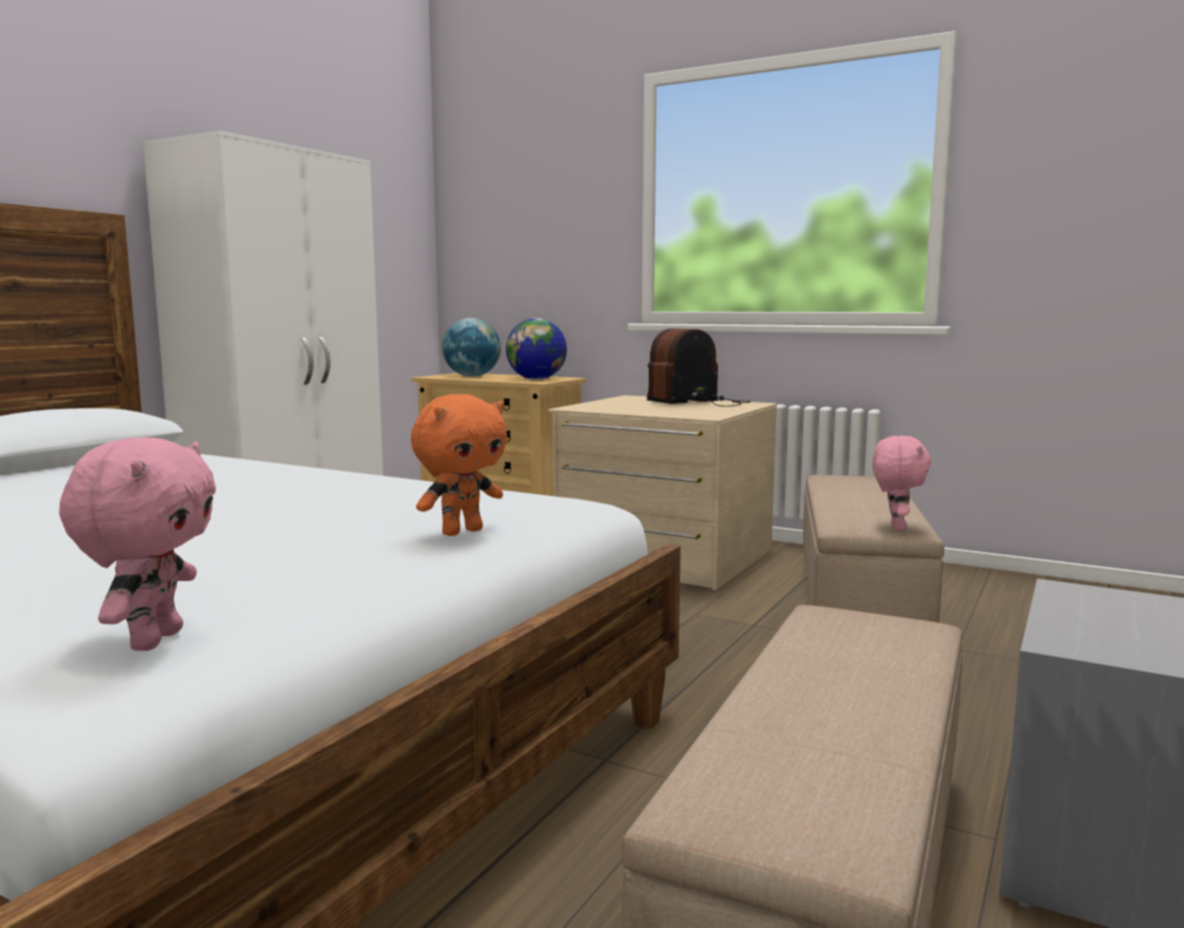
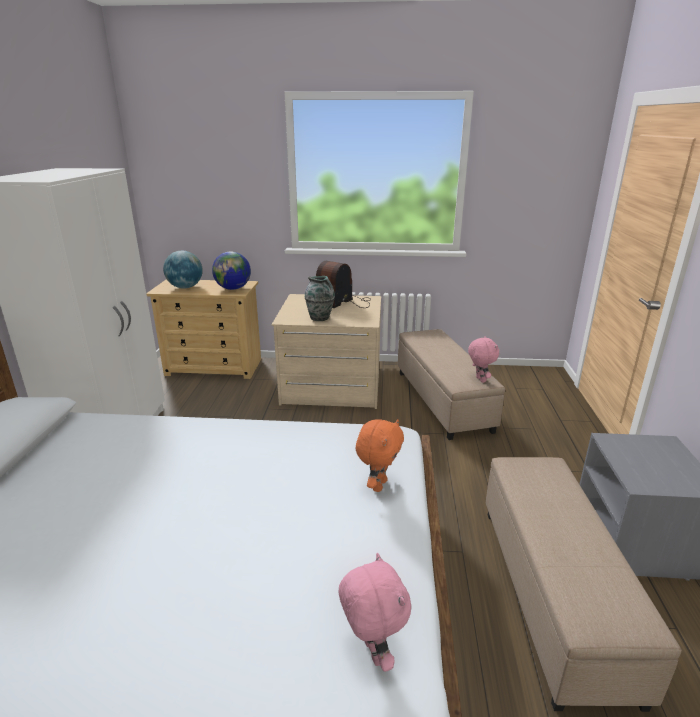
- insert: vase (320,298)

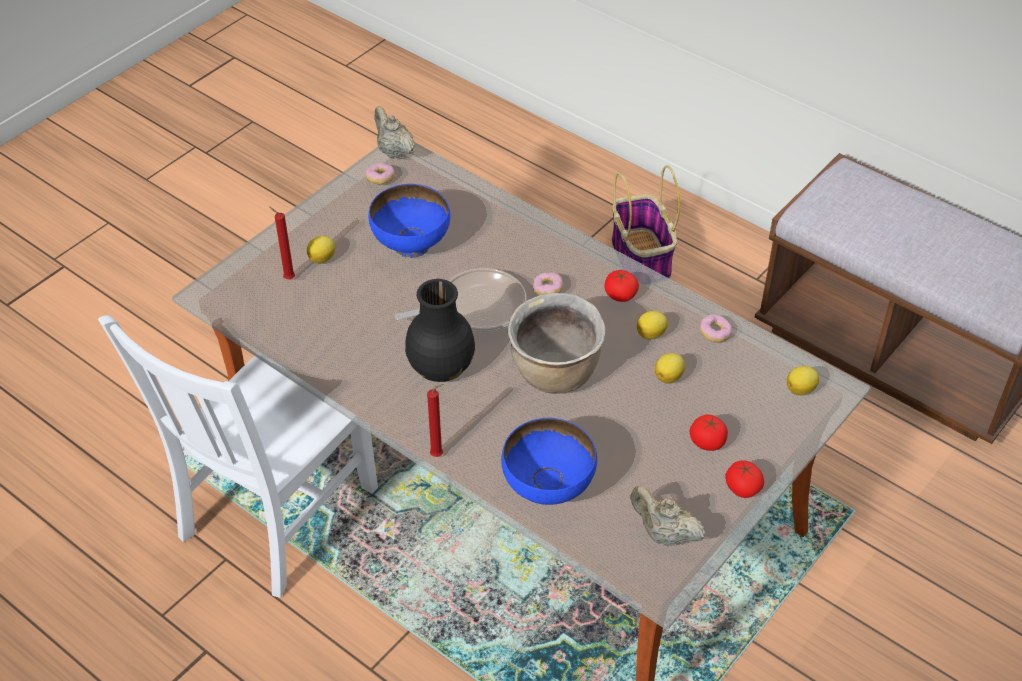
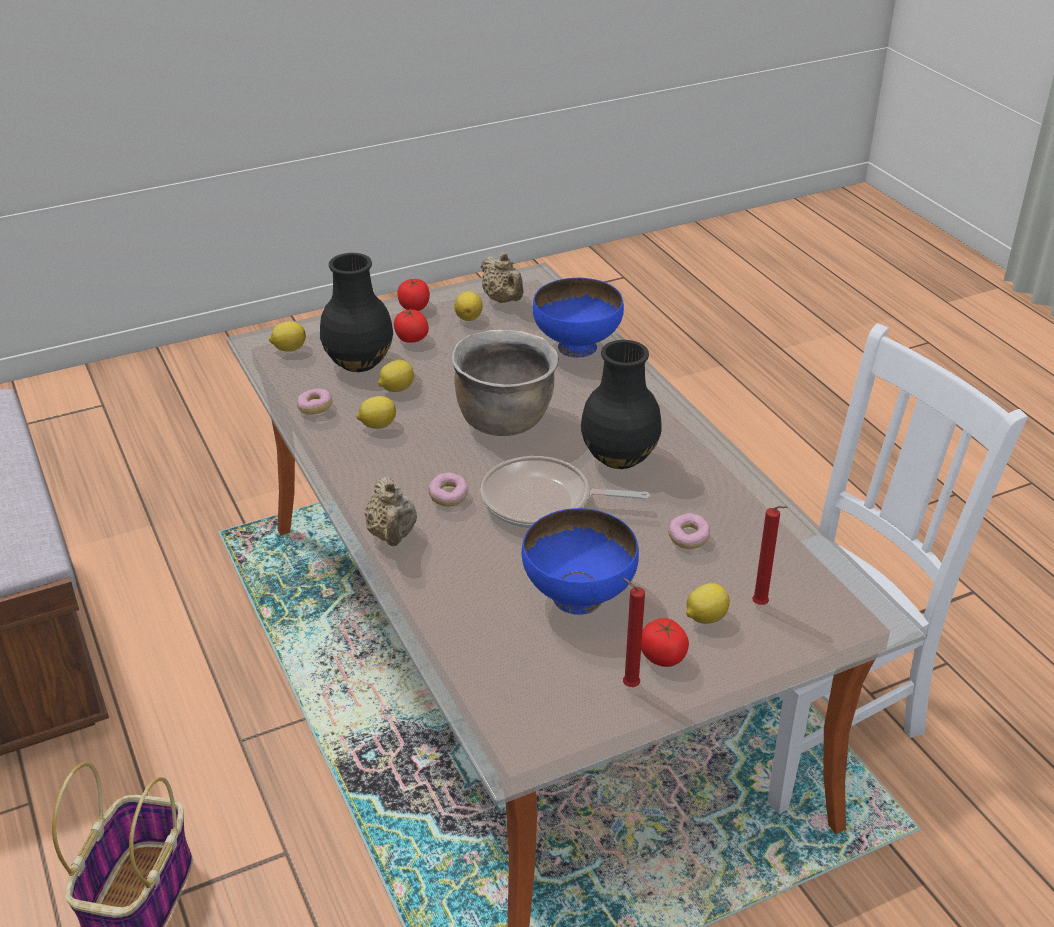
- move: teapot (beige) (394,132) to (390,511)
- move: donut (380,173) to (689,531)
- move: tomato (621,286) to (665,642)
- move: candle (red) (435,420) to (634,632)
- insert: vase (black) (356,312)
- insert: lemon (468,306)

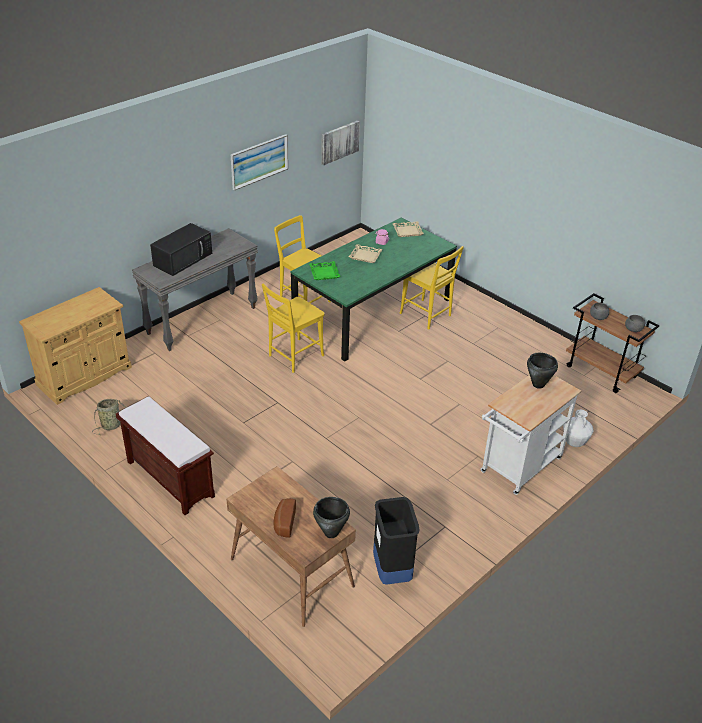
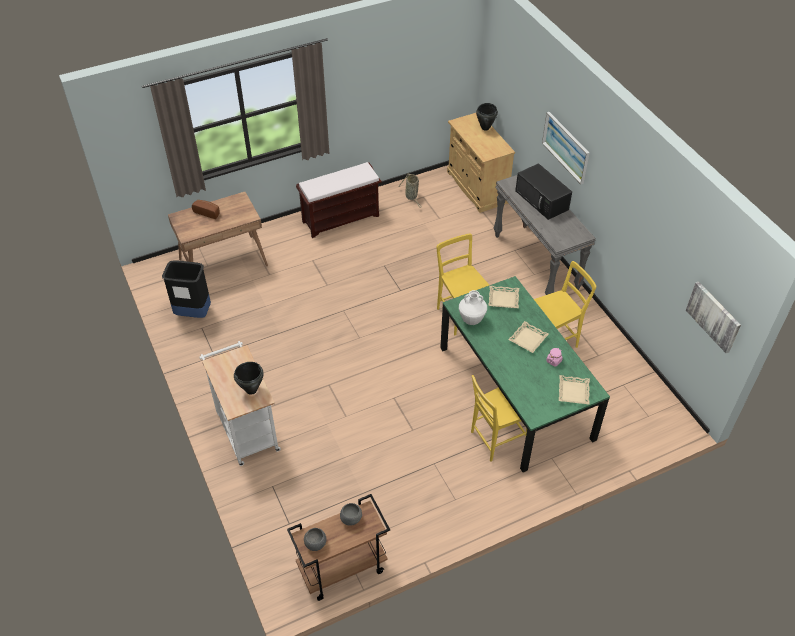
- move: picture (259,162) to (565,148)
- recolor: tray (green) (325,270) to tray (beige) (503,297)
- move: vase (white) (578,428) to (473,307)
- move: cooking pot (black) (331,517) to (487,116)

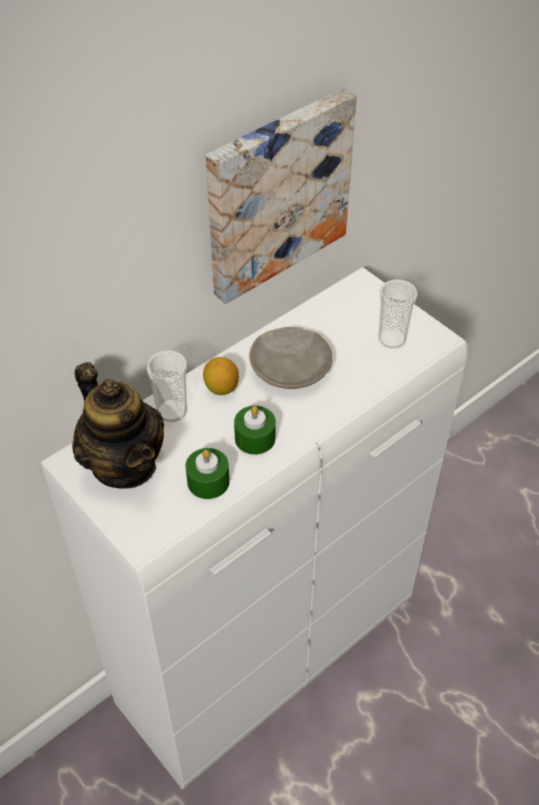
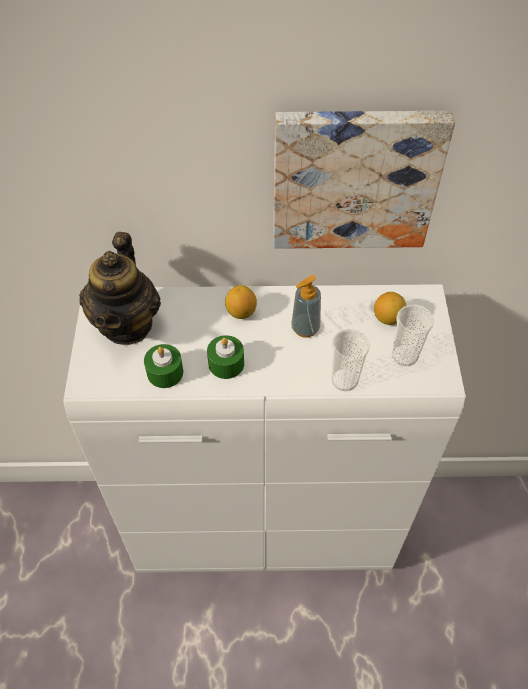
- replace: plate (beige) (291,358) to soap dispenser (306,306)
- move: cup (166,386) to (350,360)
- insert: lemon (390,308)

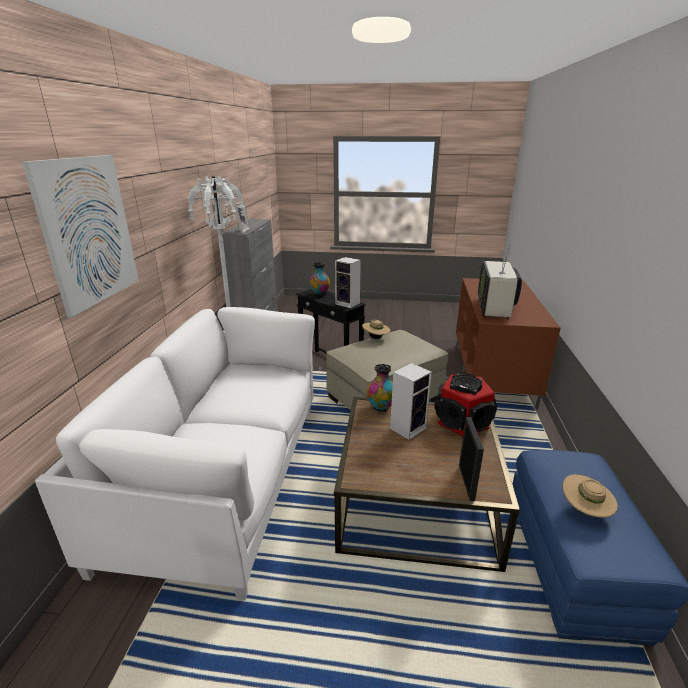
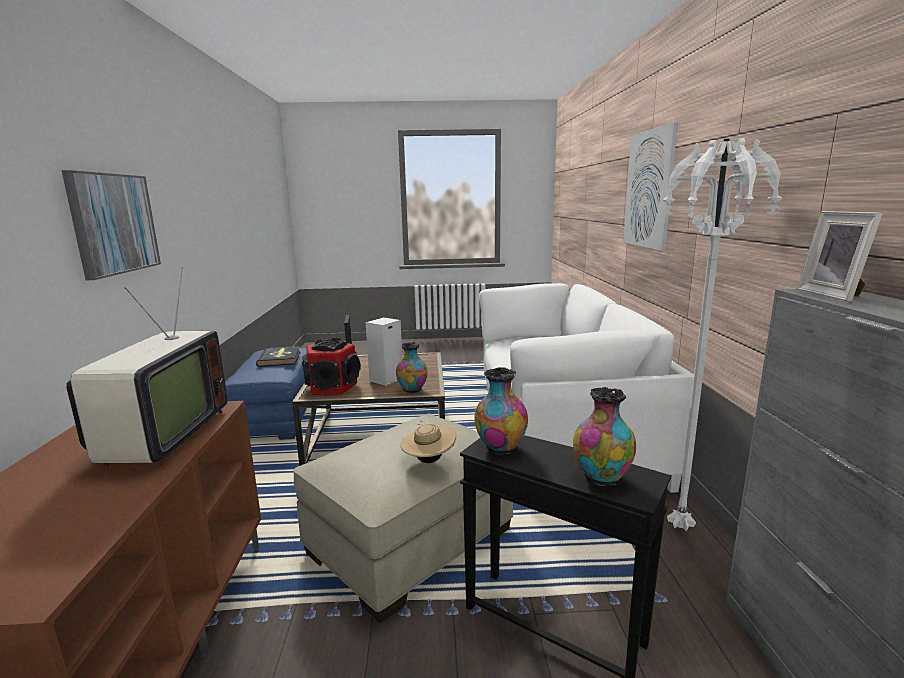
- replace: speaker (348,282) to vase (501,411)
- replace: hat (beige) (590,496) to book (278,356)
- insert: picture (111,225)

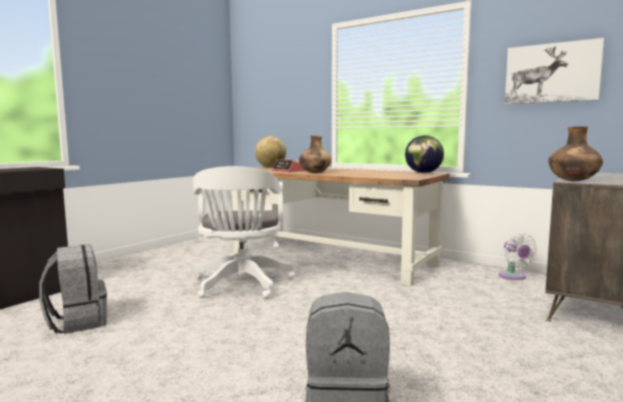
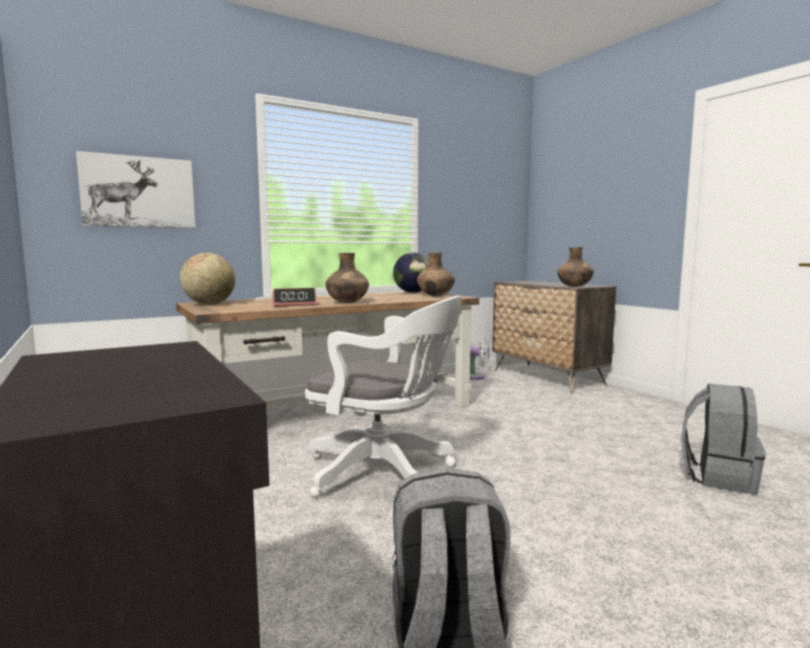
- move: picture (554,71) to (135,189)
- insert: vase (brown) (436,274)

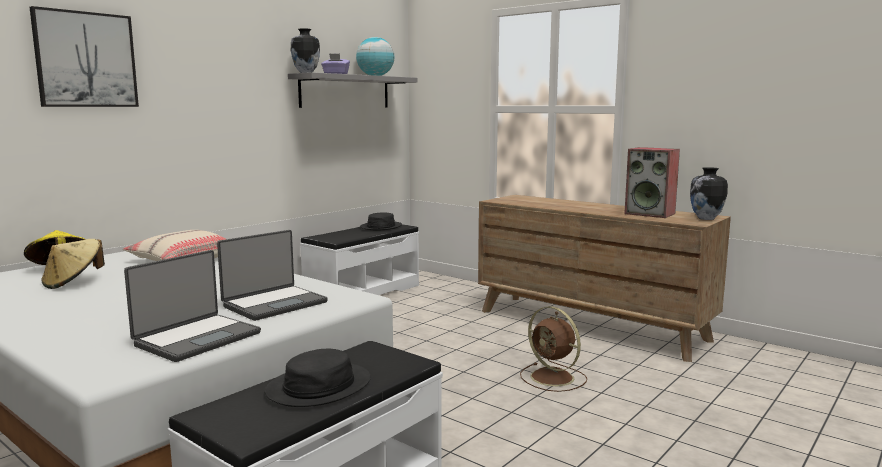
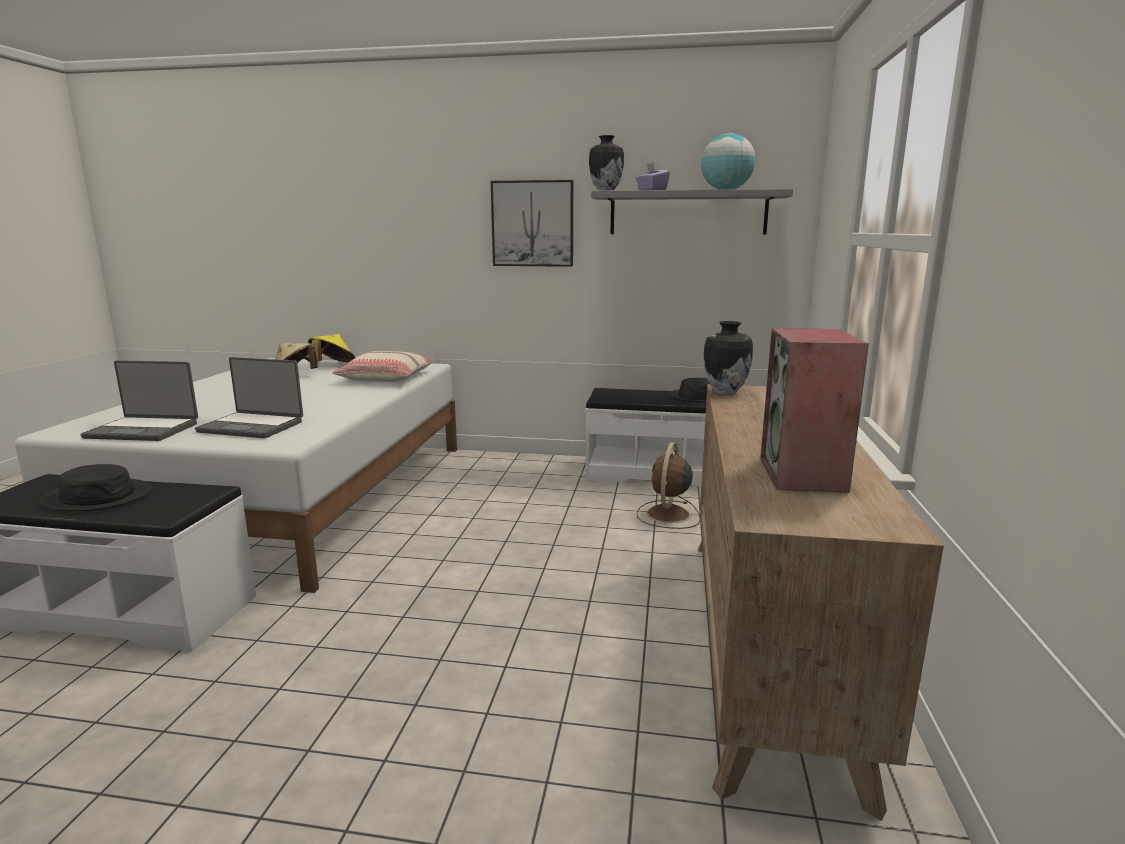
- move: picture (84,56) to (532,223)
- move: vase (709,193) to (728,358)
- move: fan (brown) (553,349) to (668,485)

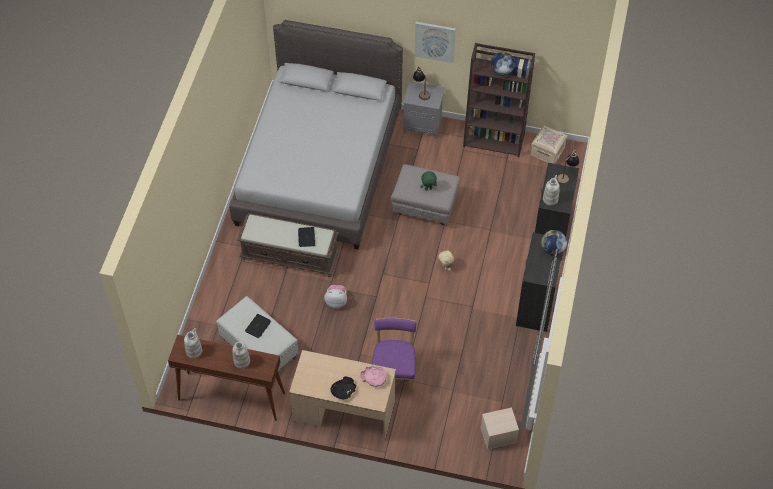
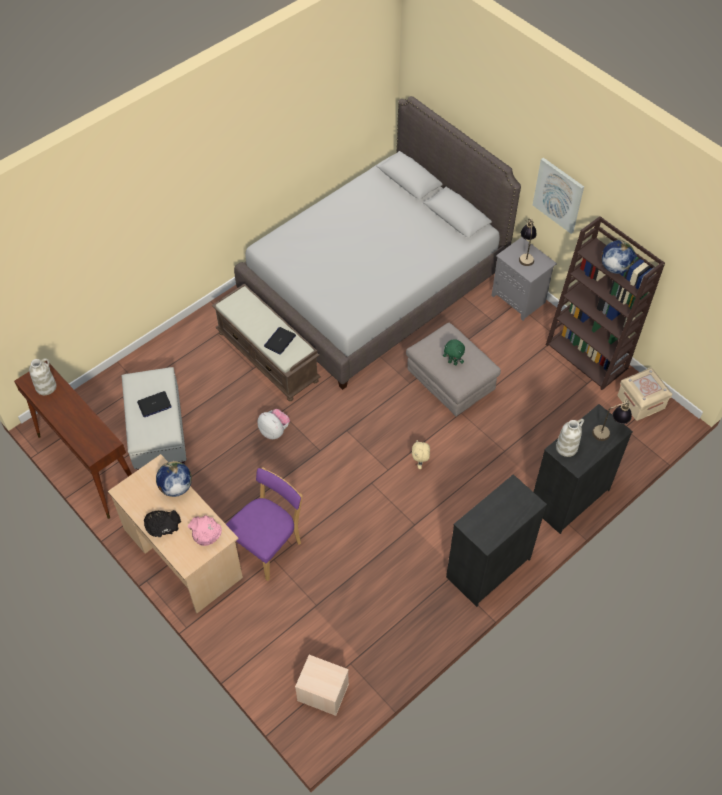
- move: globe (554,243) to (174,479)
- delete: vase (white) (241,355)

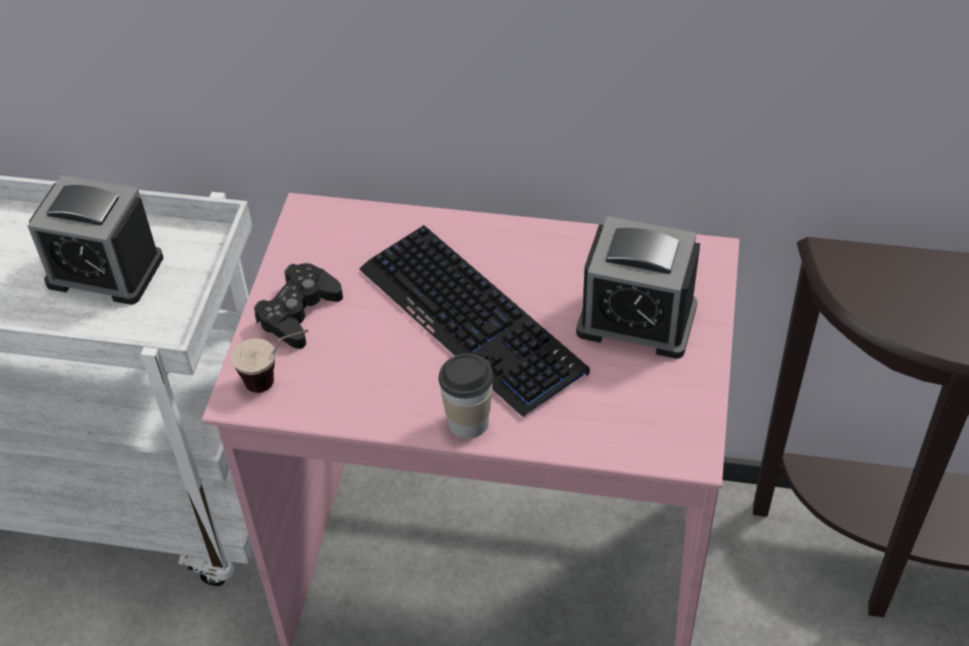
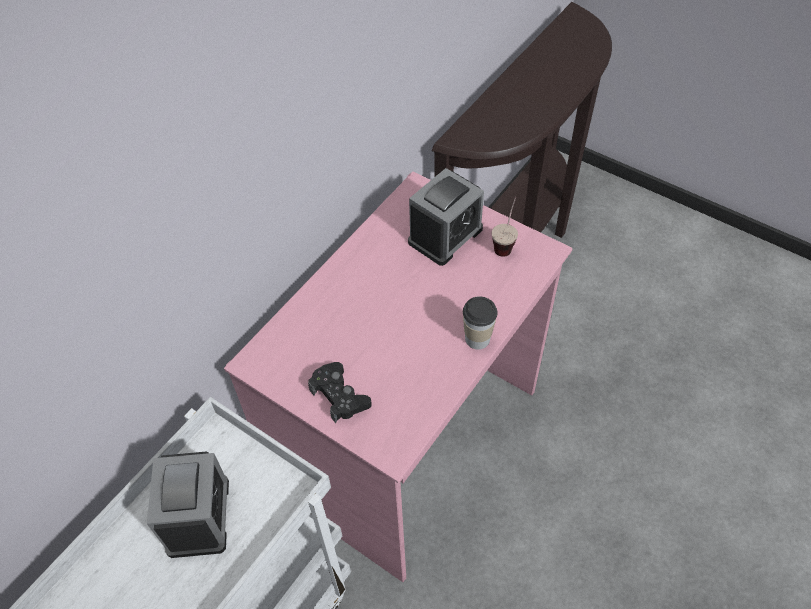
- rotate: alarm clock (95,240) = (188,505) 45 degrees counterclockwise
- delete: keyboard (474,321)
- move: cup (269,361) to (505,227)

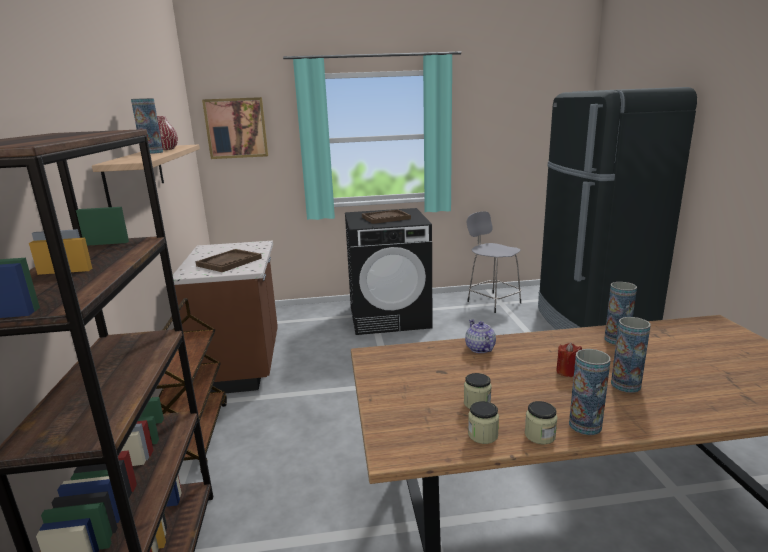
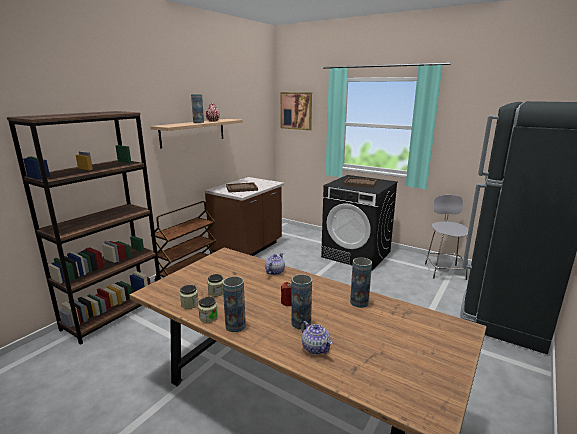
- insert: teapot (317,338)

